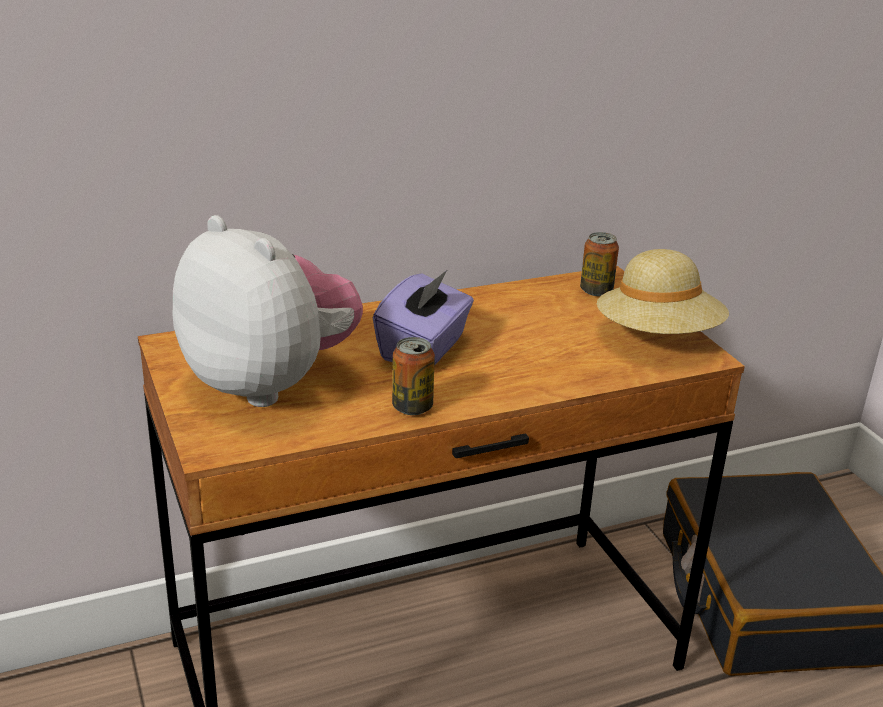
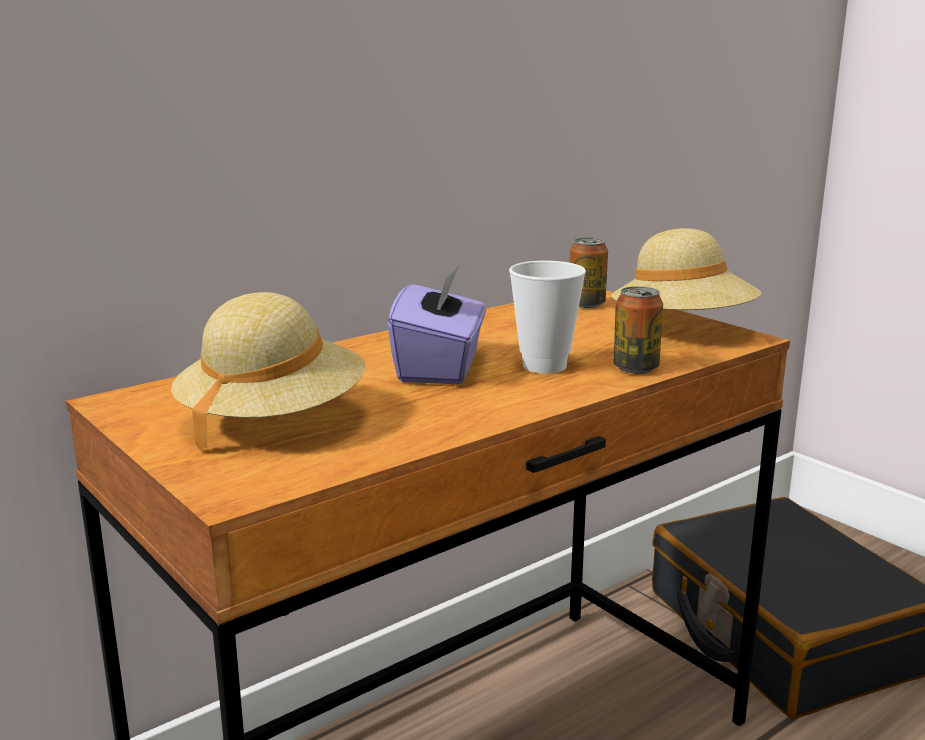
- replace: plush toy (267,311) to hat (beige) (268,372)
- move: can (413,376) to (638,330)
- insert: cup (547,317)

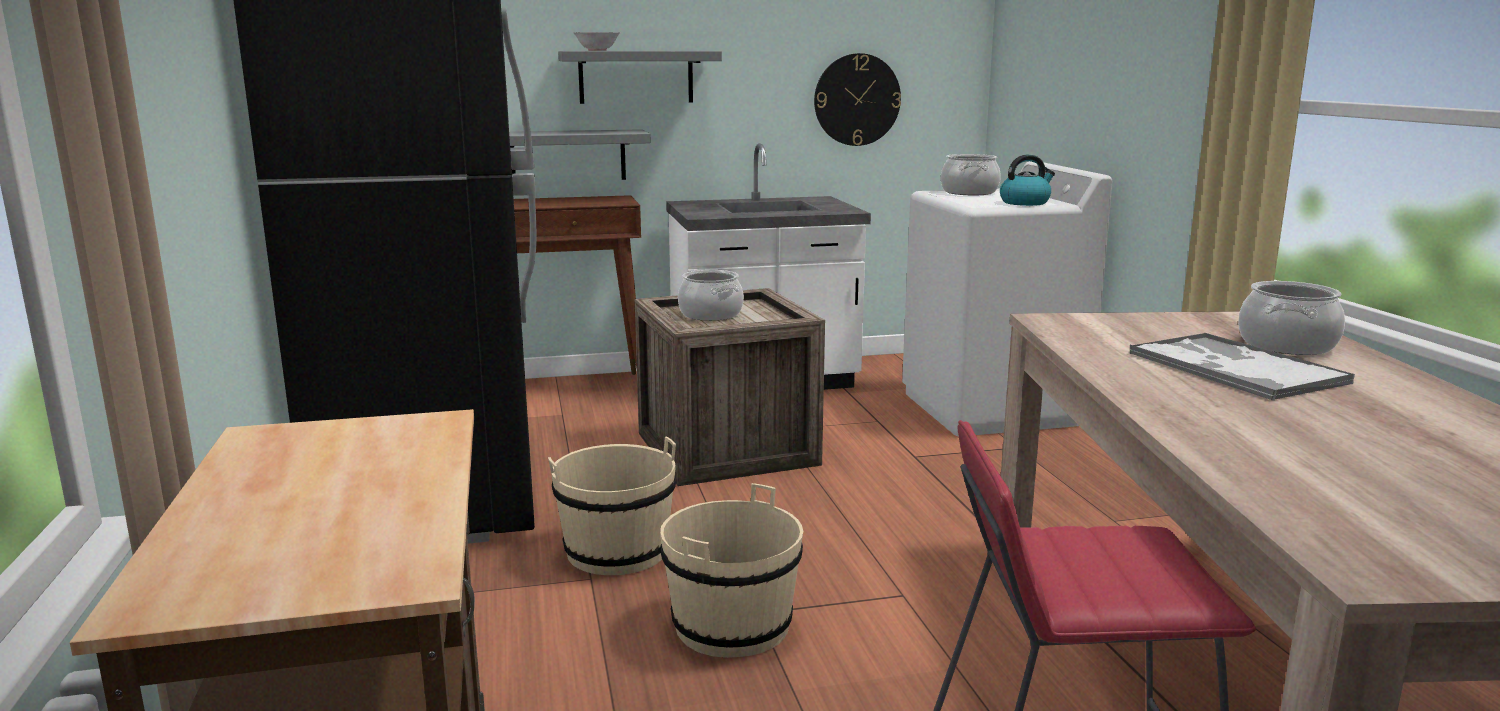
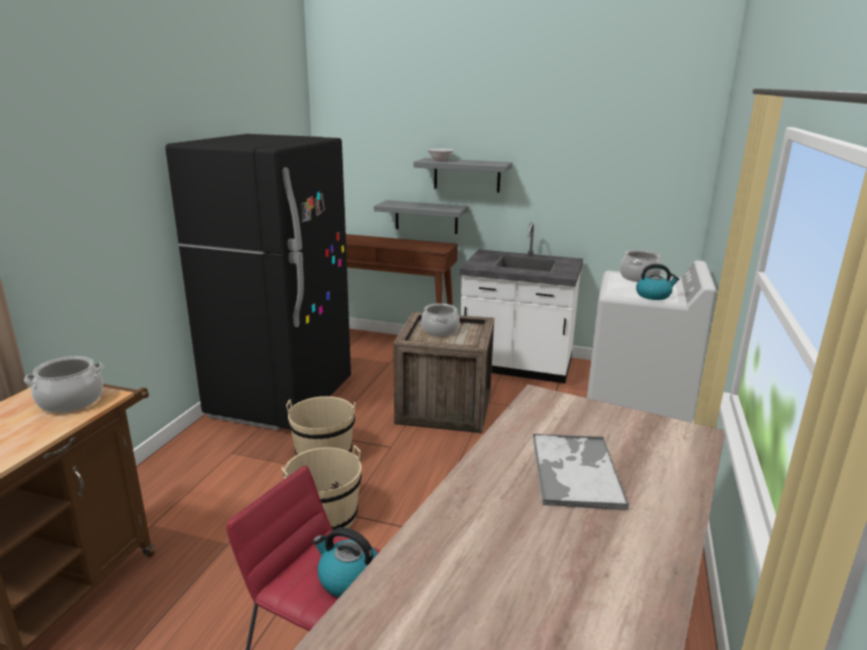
- delete: wall clock (857,99)
- move: cooking pot (1291,318) to (64,384)
- insert: kettle (345,562)

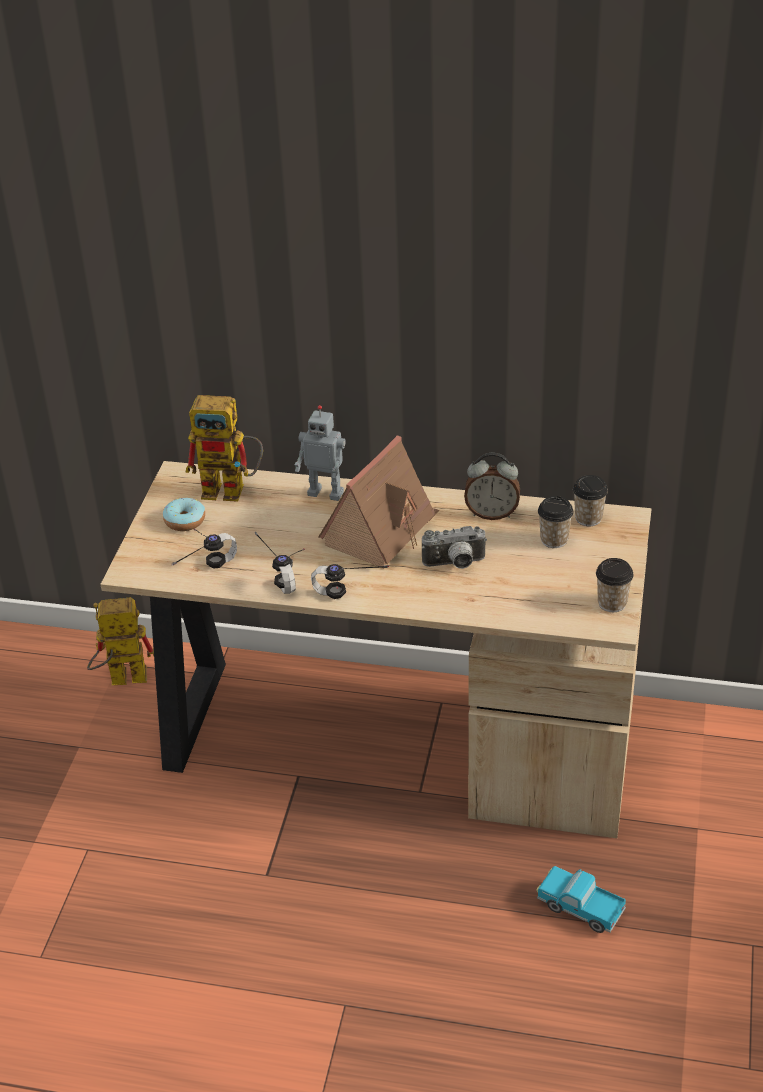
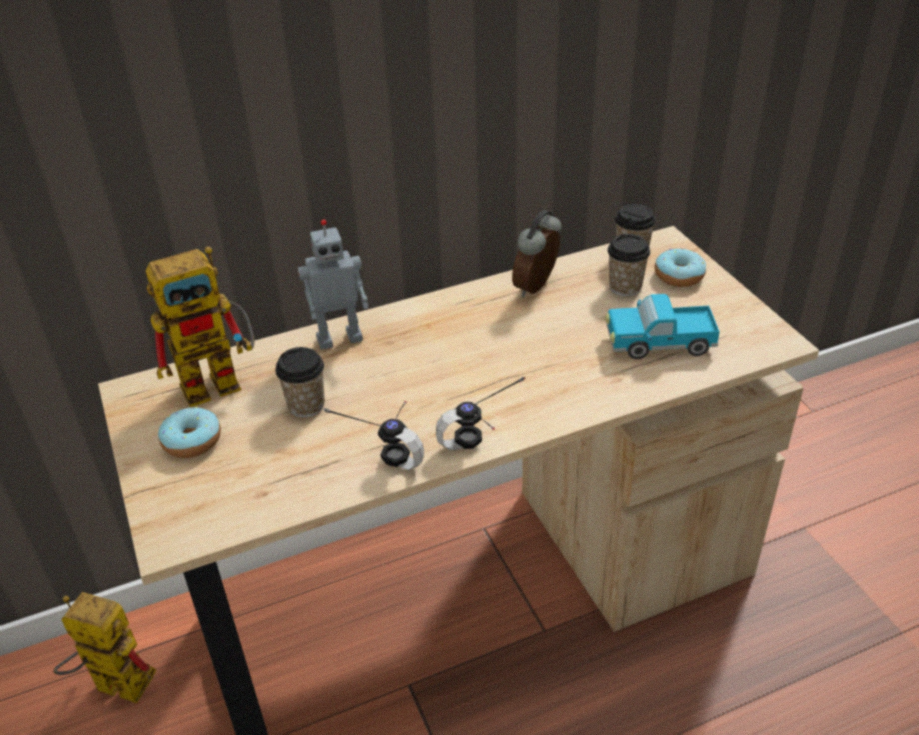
- delete: toy house (378,501)
- rotate: alarm clock (492,486) = (537,253) 150 degrees clockwise
- delete: photo camera (454,547)
- delete: headphones (204,549)
- move: cup (615,585) to (300,382)
- rotate: toy robot (120,641) = (104,647) 60 degrees clockwise
- move: toy truck (581,899) to (662,326)
- insert: donut (680,267)

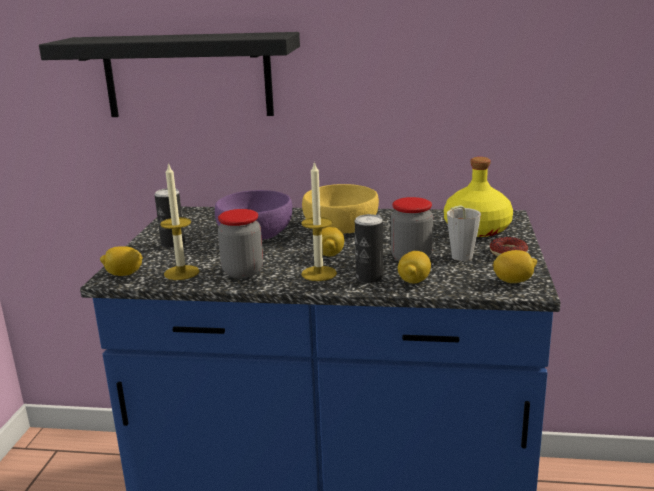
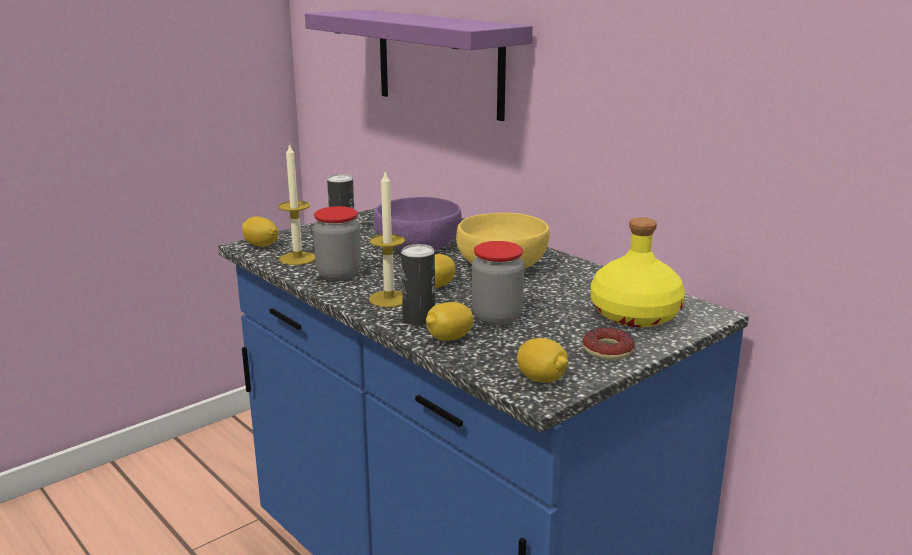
- recolor: shelf (black) (169,74) to shelf (purple) (419,65)
- delete: cup (grey) (464,233)

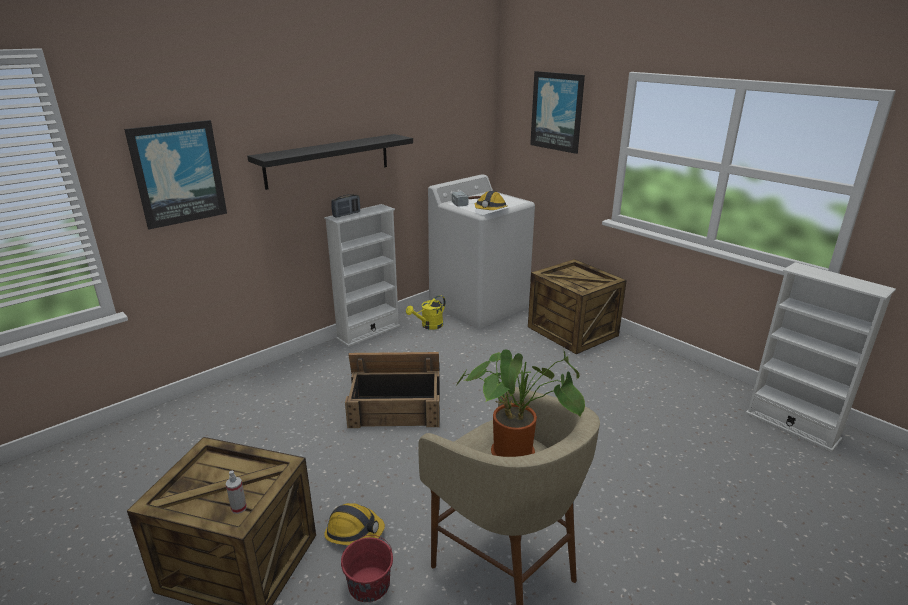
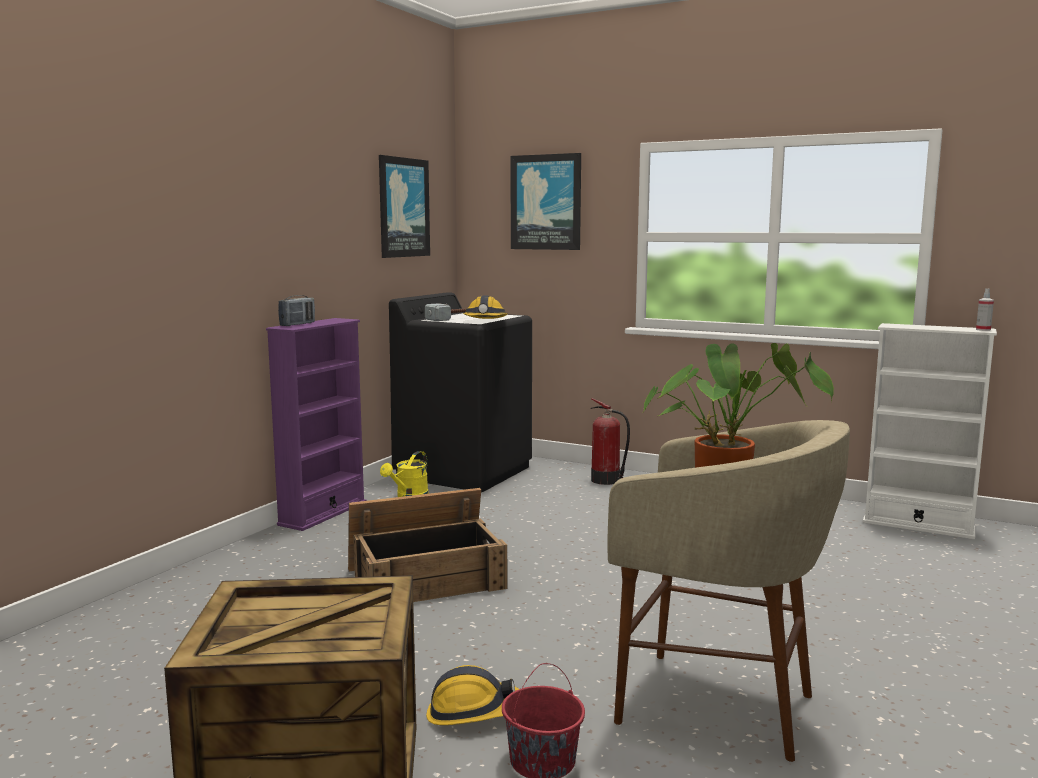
- move: picture (175,174) to (404,206)
- delete: shelf (black) (330,162)
- recolor: washing machine (white) (481,251) to washing machine (black) (460,392)
- recolor: bookcase (white) (362,275) to bookcase (purple) (316,424)
- replace: crate (577,306) to fire extinguisher (610,441)
- move: spray bottle (236,492) to (985,309)

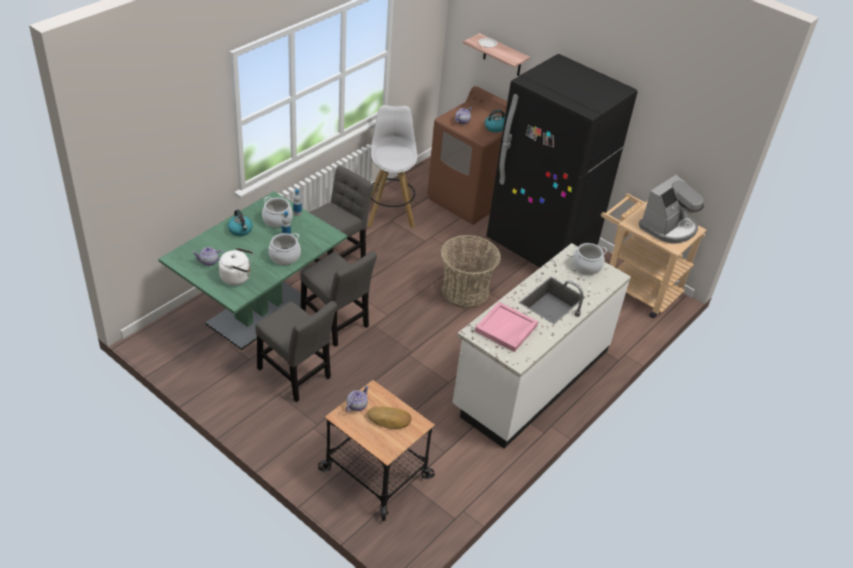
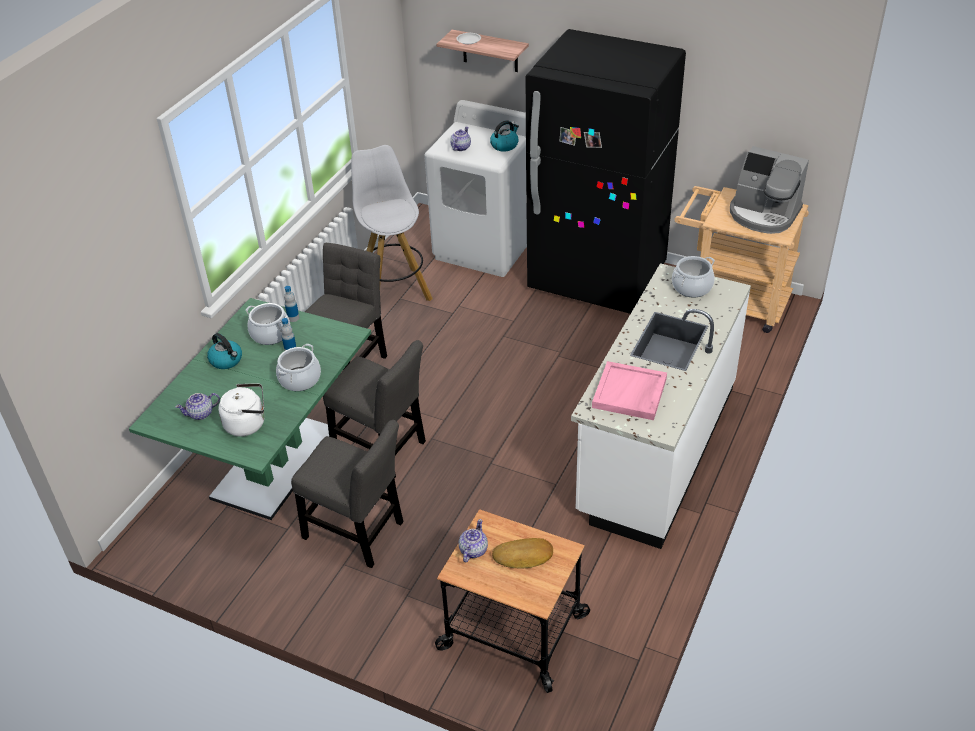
- recolor: washing machine (brown) (467,155) to washing machine (white) (475,188)
- rotate: coffee machine (671,209) = (769,190) 90 degrees clockwise
- delete: basket (470,271)

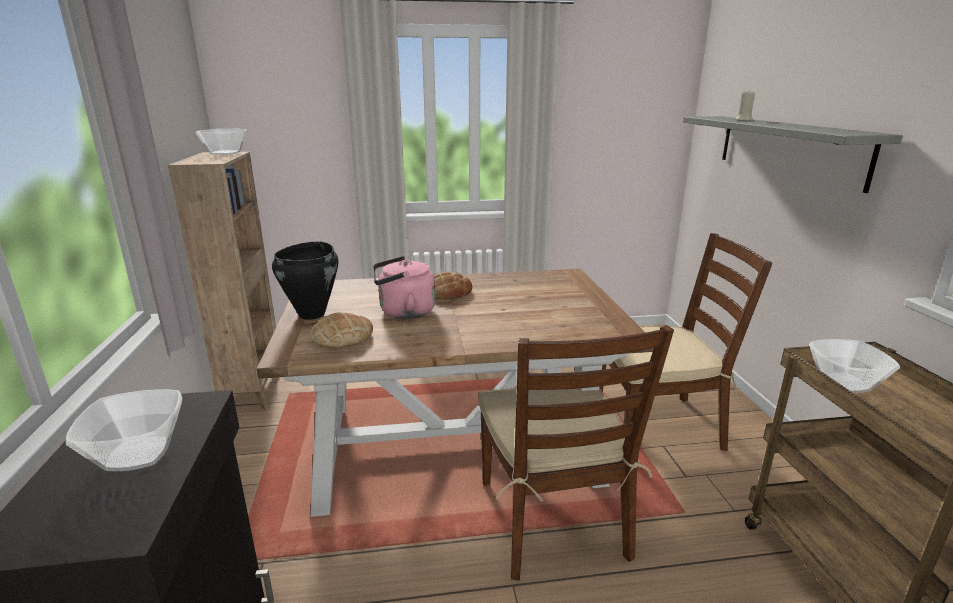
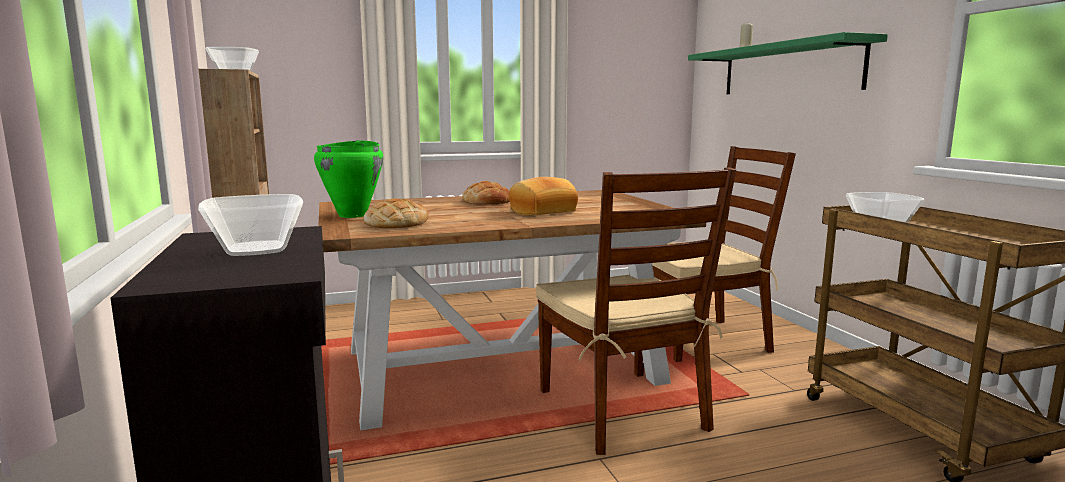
- recolor: shelf (grey) (793,154) to shelf (green) (788,63)
- recolor: cooking pot (black) (305,280) to cooking pot (green) (348,179)
- delete: kettle (pink) (404,287)
- insert: bread (543,196)

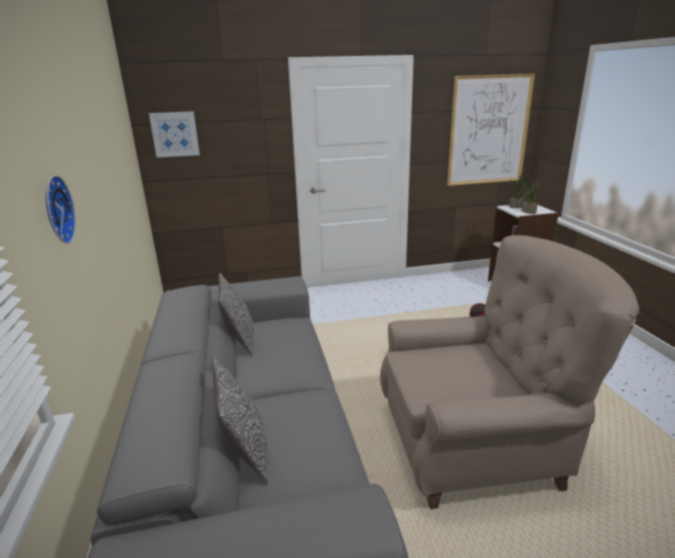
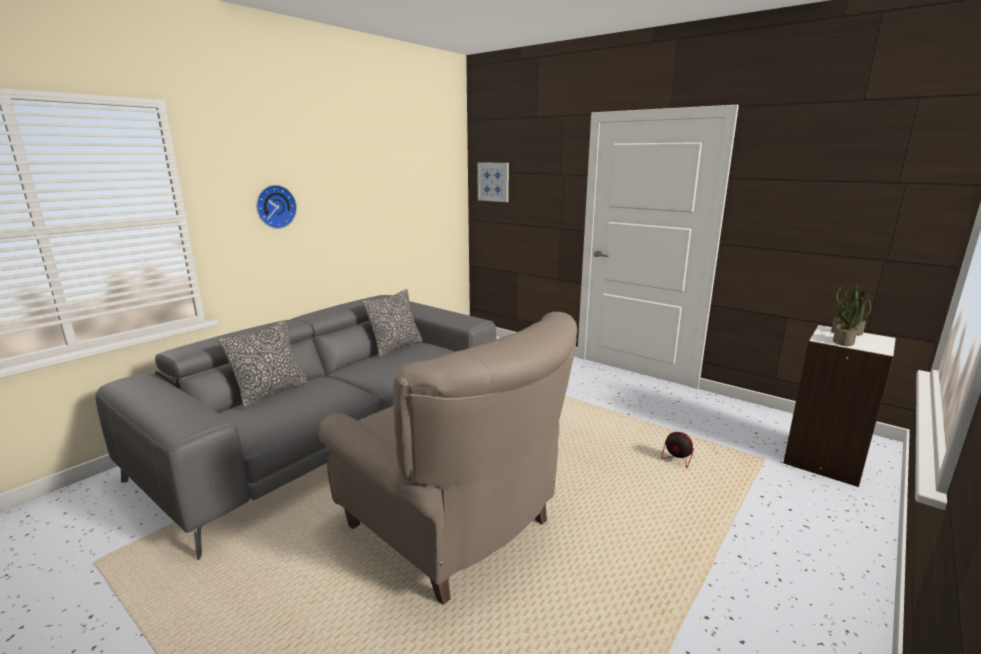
- delete: picture (491,130)

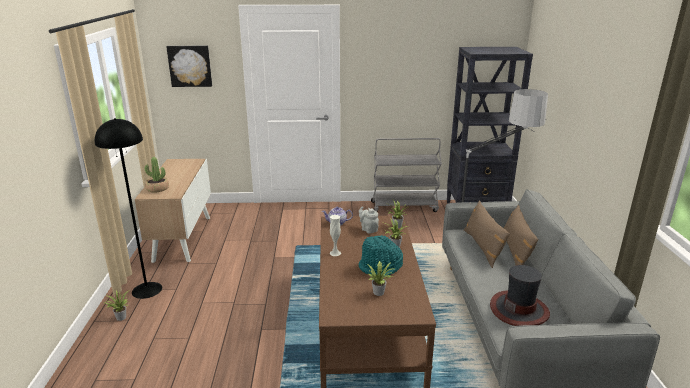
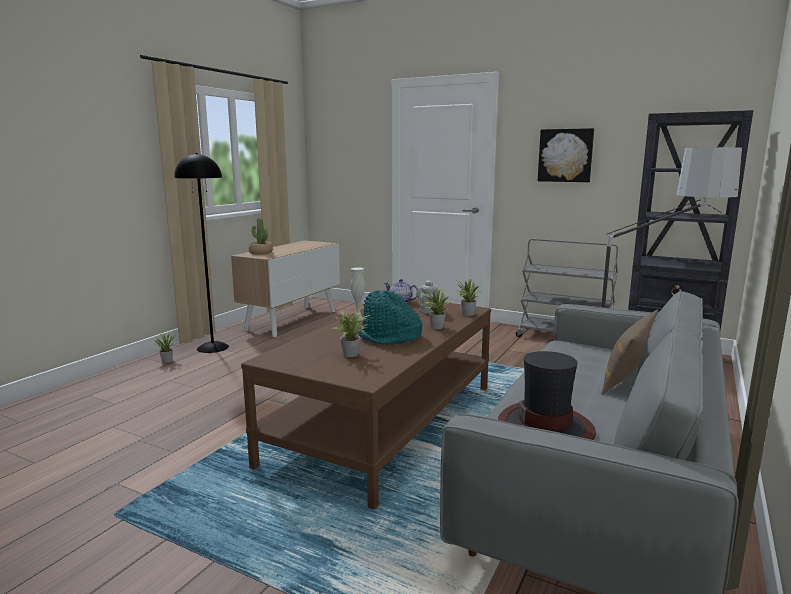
- move: picture (189,66) to (566,155)
- delete: pillow (brown) (487,234)

